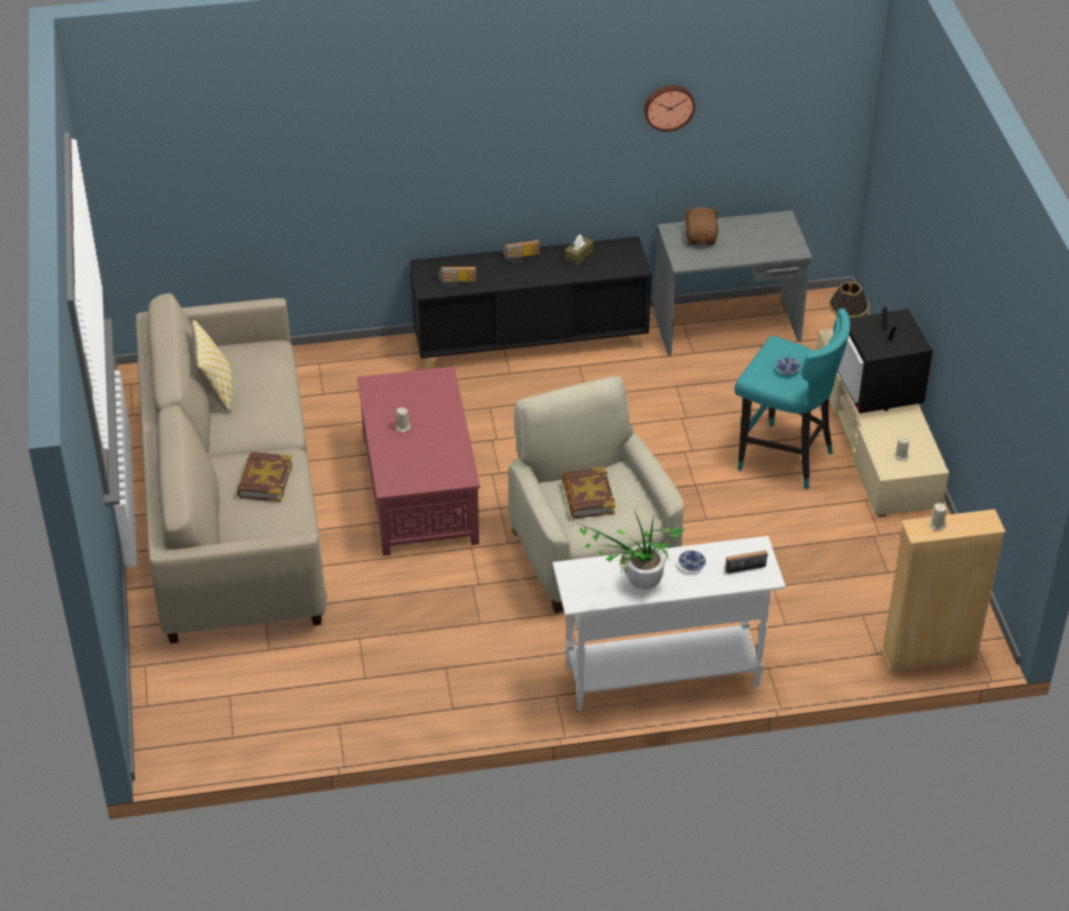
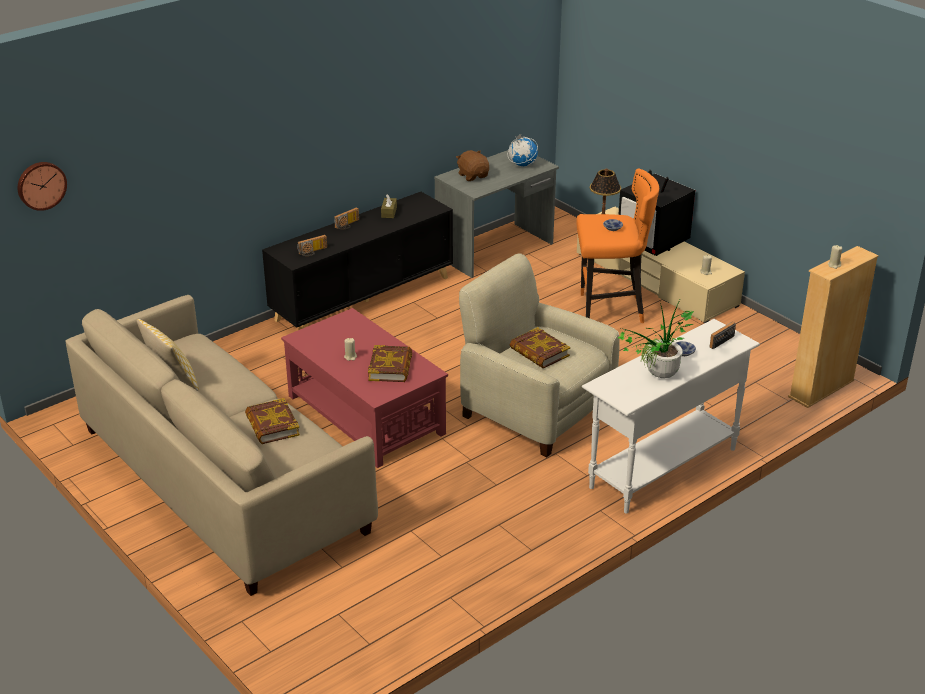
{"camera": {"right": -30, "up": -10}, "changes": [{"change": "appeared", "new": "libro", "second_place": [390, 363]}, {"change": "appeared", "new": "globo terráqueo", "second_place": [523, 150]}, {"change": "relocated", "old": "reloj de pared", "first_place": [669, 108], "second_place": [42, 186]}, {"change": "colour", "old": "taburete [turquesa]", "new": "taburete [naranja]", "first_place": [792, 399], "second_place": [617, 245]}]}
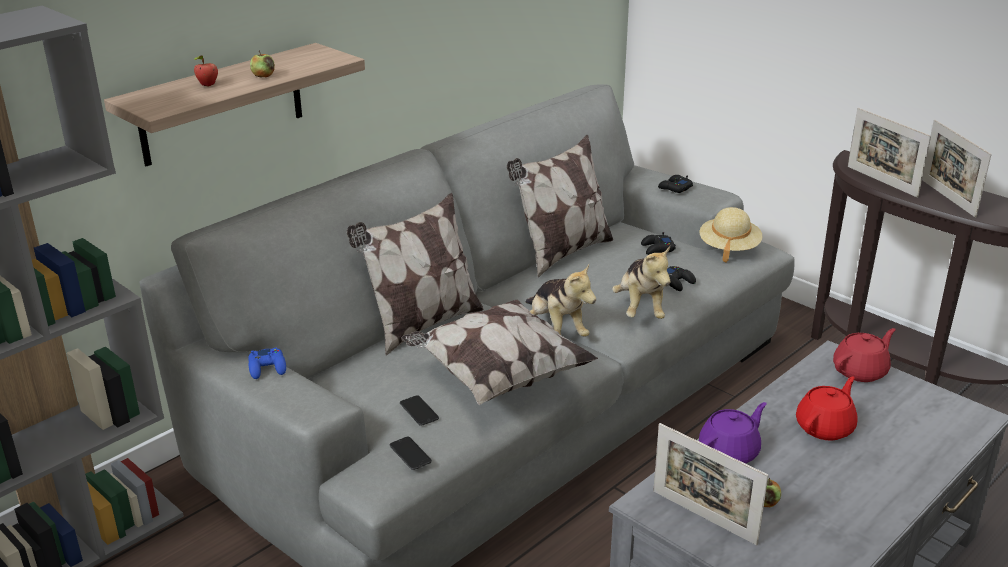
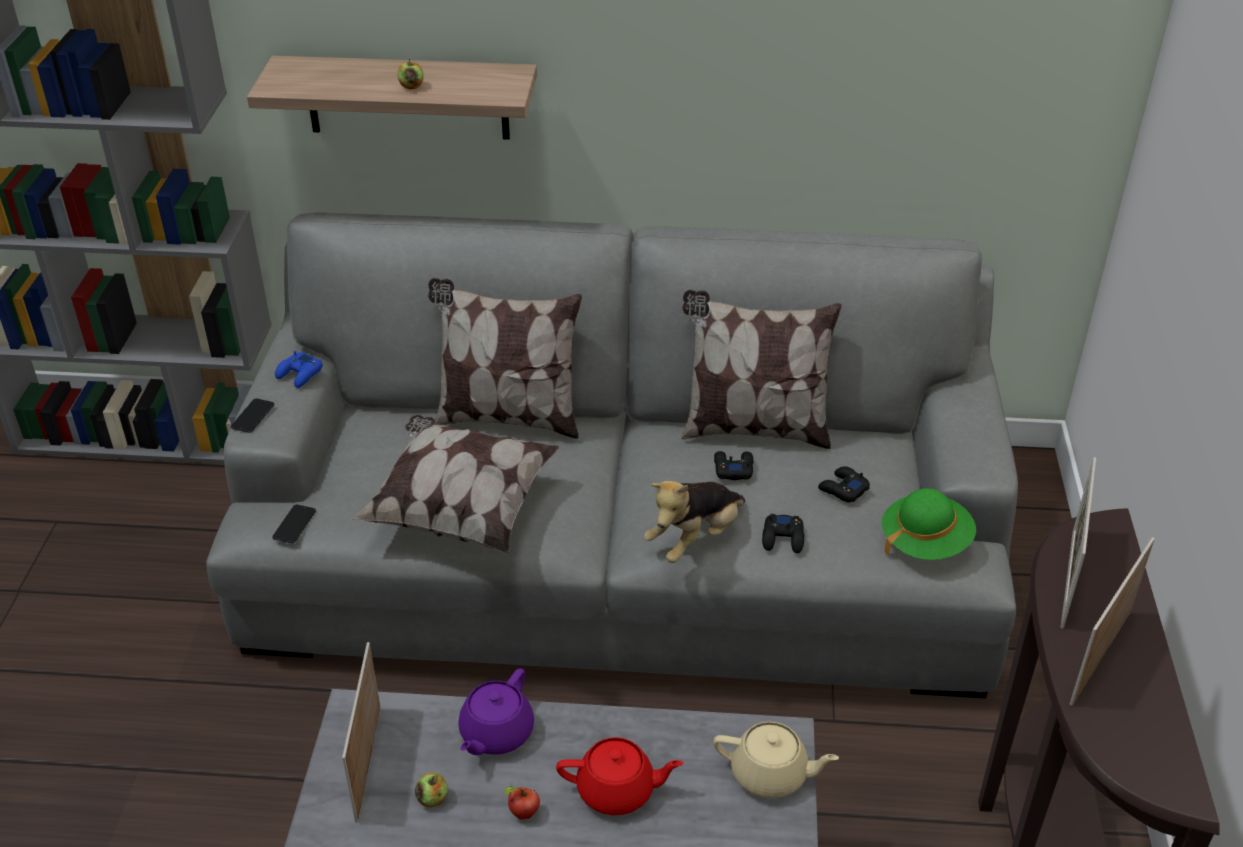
{"camera": {"right": 50, "up": 10}, "changes": [{"change": "missing", "old": "peluche", "first_place": [560, 300]}, {"change": "relocated", "old": "manzana", "first_place": [206, 71], "second_place": [521, 803]}, {"change": "relocated", "old": "móvil", "first_place": [419, 410], "second_place": [252, 416]}, {"change": "relocated", "old": "mando de consola [negro]", "first_place": [675, 184], "second_place": [734, 465]}, {"change": "colour", "old": "sombrero [beis]", "new": "sombrero [verde]", "first_place": [731, 235], "second_place": [929, 524]}, {"change": "colour", "old": "tetera [rojo]", "new": "tetera [beis]", "first_place": [864, 355], "second_place": [776, 760]}, {"change": "spun", "old": "tetera [morado]", "first_place": [733, 433], "second_place": [496, 711], "degrees": 105}]}
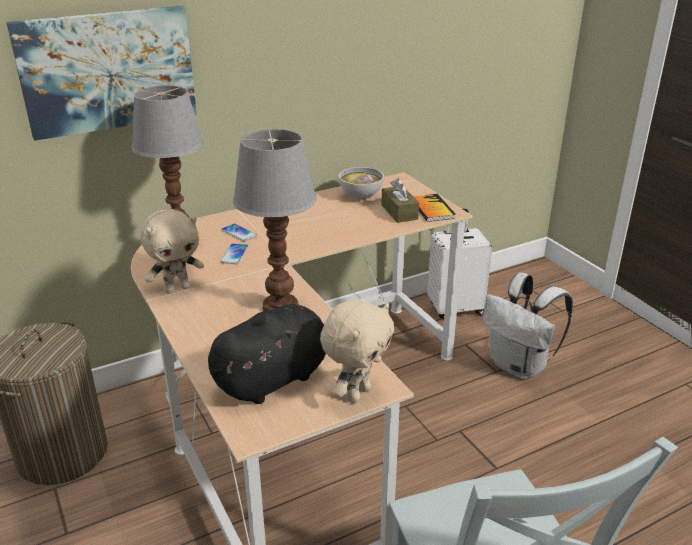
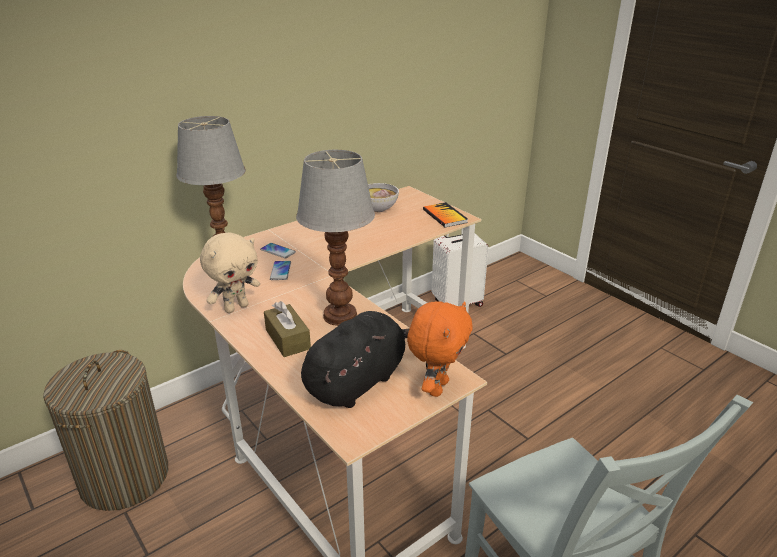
{"camera": {"right": -10, "up": 0}, "changes": [{"change": "missing", "old": "cuadro", "first_place": [101, 73]}, {"change": "missing", "old": "mochila [blanco]", "first_place": [527, 326]}, {"change": "relocated", "old": "caja de pañuelos [marrón]", "first_place": [400, 200], "second_place": [287, 329]}, {"change": "colour", "old": "peluche [beis]", "new": "peluche [naranja]", "first_place": [357, 351], "second_place": [440, 349]}]}
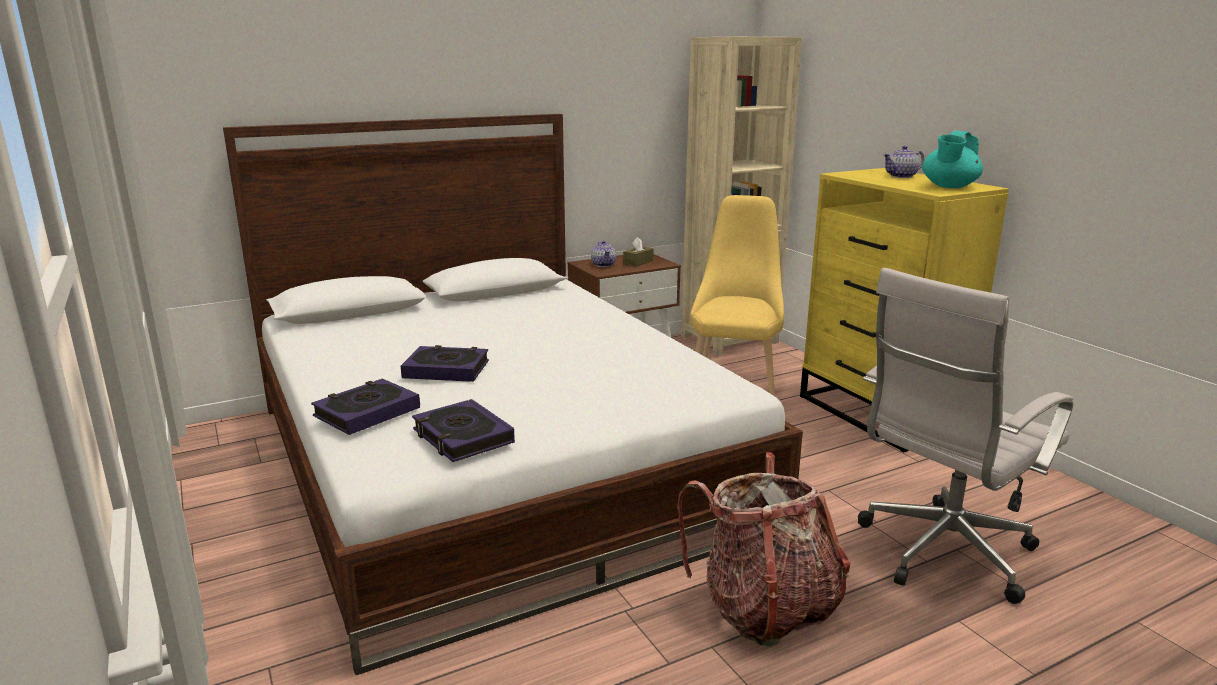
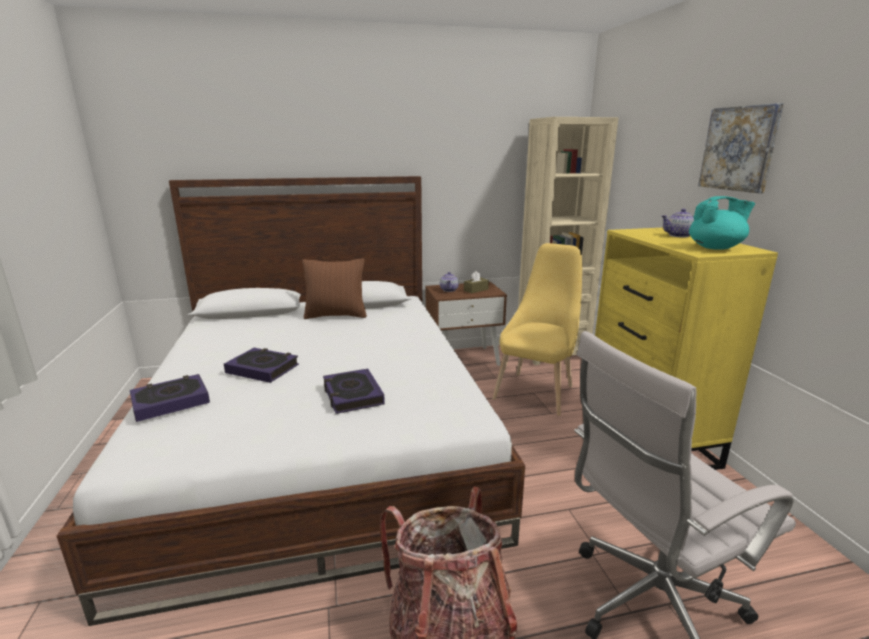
{"camera": {"right": 15, "up": 0}, "changes": [{"change": "appeared", "new": "cojín [marrón]", "second_place": [334, 288]}, {"change": "appeared", "new": "cuadro", "second_place": [741, 148]}, {"change": "relocated", "old": "libro", "first_place": [463, 430], "second_place": [354, 391]}, {"change": "spun", "old": "tetera [turquesa]", "first_place": [952, 159], "second_place": [722, 223], "degrees": -150}]}
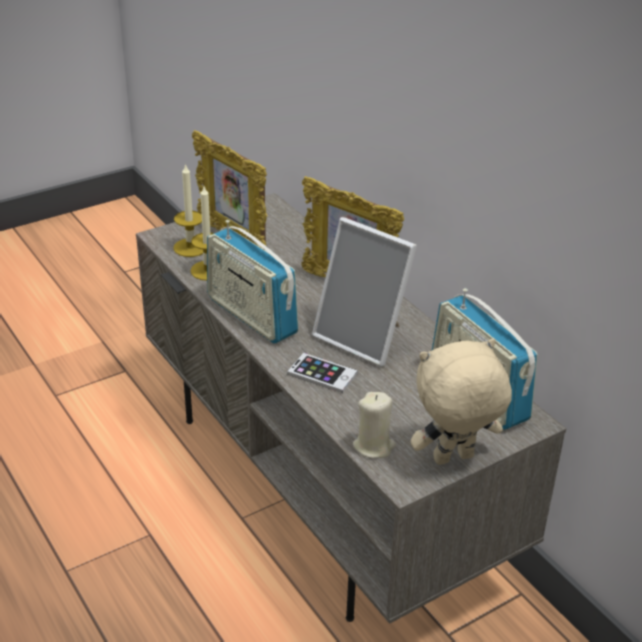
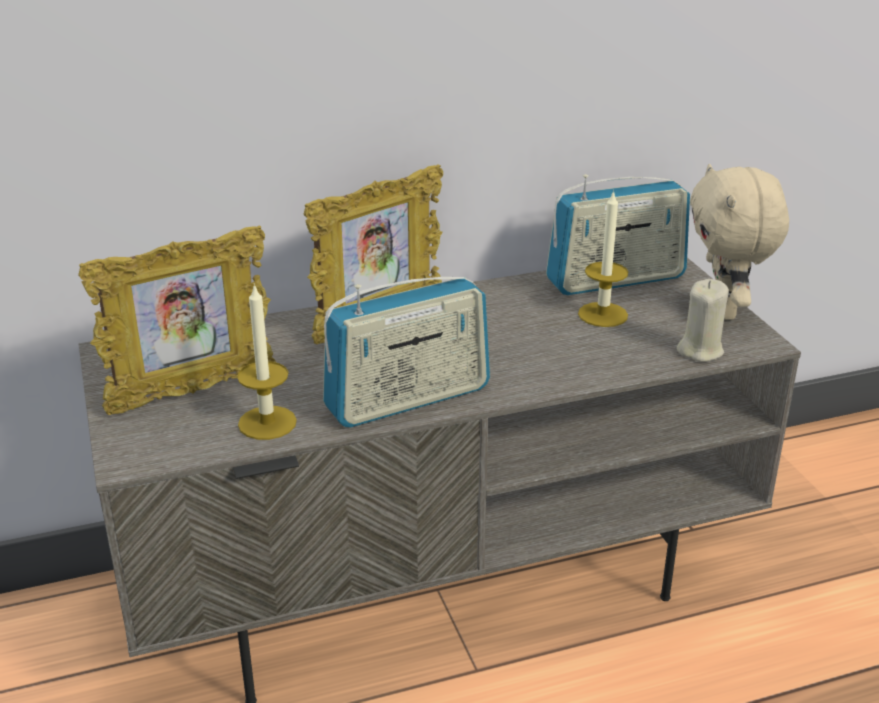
{"camera": {"right": -75, "up": -5}, "changes": [{"change": "missing", "old": "móvil", "first_place": [322, 373]}, {"change": "missing", "old": "portarretratos", "first_place": [364, 292]}, {"change": "relocated", "old": "vela", "first_place": [188, 210], "second_place": [603, 258]}]}
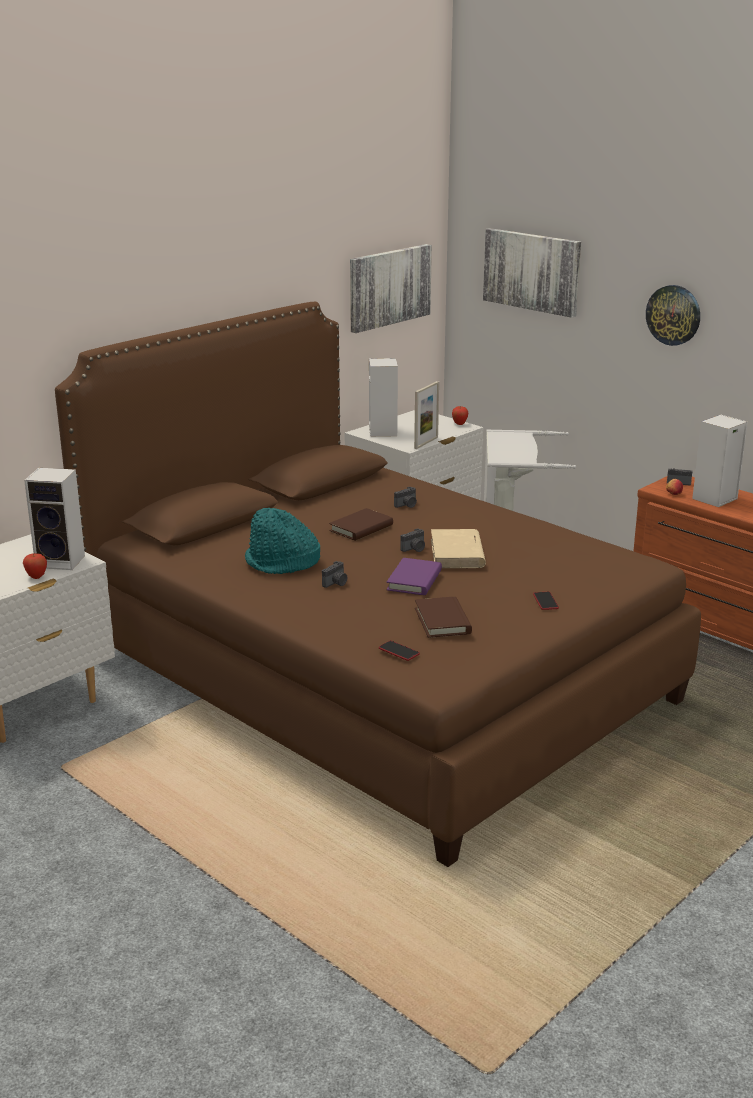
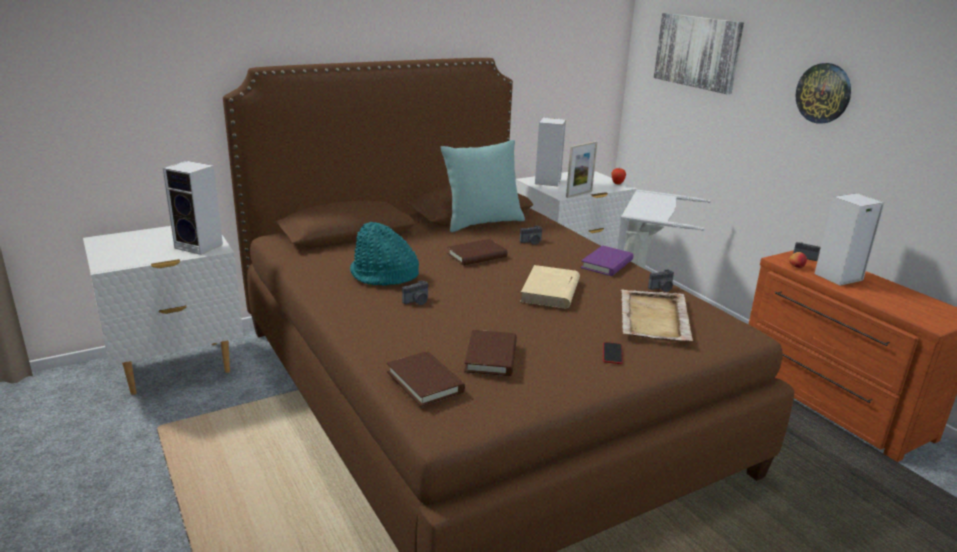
{"camera": {"right": 15, "up": 0}, "changes": [{"change": "missing", "old": "manzana", "first_place": [35, 566]}, {"change": "missing", "old": "cuadro", "first_place": [391, 288]}, {"change": "appeared", "new": "cojín [turquesa]", "second_place": [483, 186]}, {"change": "appeared", "new": "bandeja [beis]", "second_place": [657, 315]}, {"change": "relocated", "old": "libro [morado]", "first_place": [414, 576], "second_place": [606, 260]}, {"change": "relocated", "old": "cámara", "first_place": [412, 540], "second_place": [661, 280]}, {"change": "exchanged", "old": "móvil", "new": "libro [marrón]", "first_place": [399, 651], "second_place": [426, 379]}]}
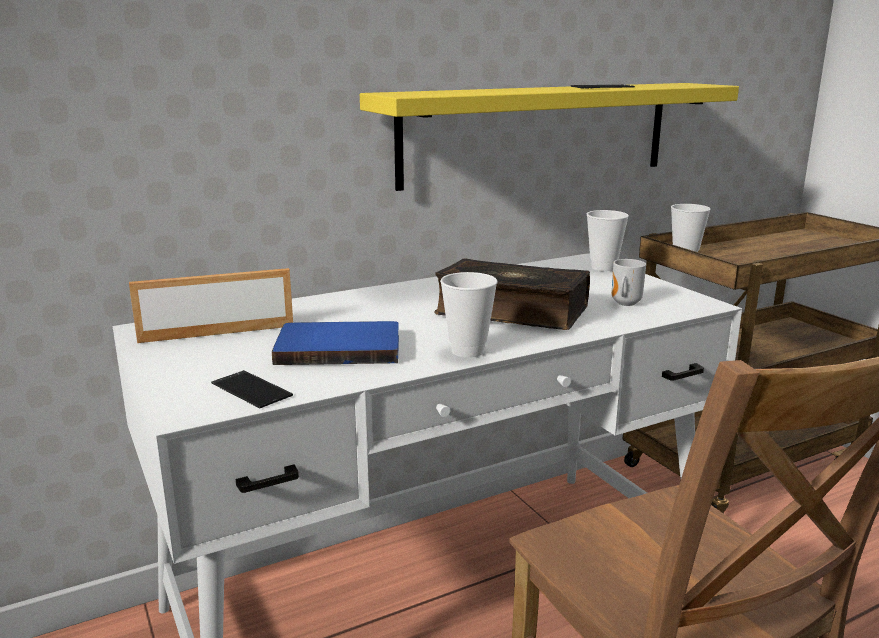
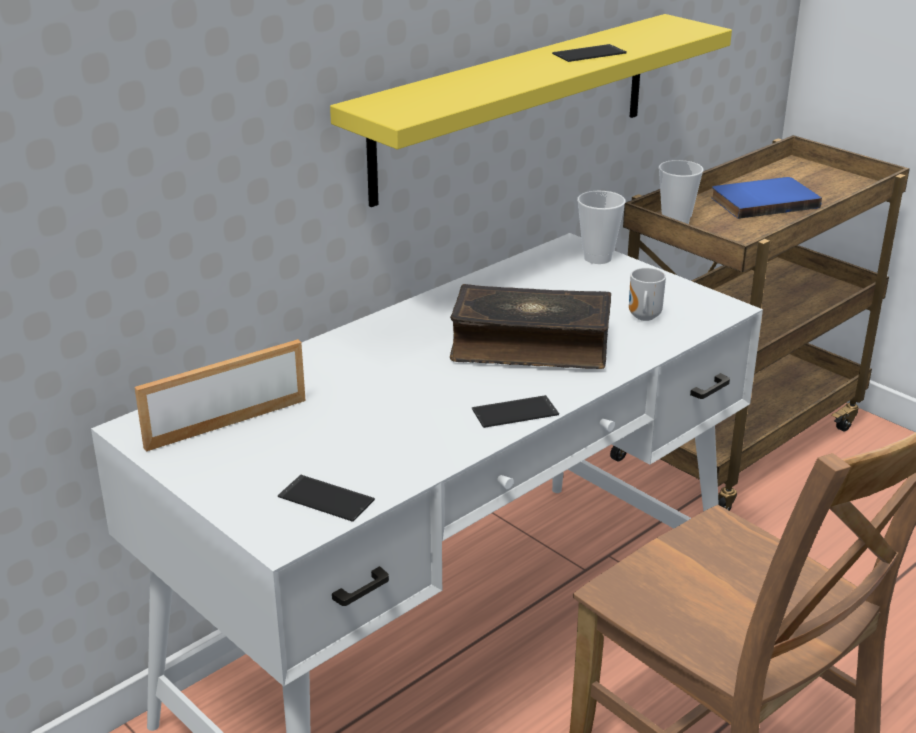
{"camera": {"right": -15, "up": 10}, "changes": [{"change": "relocated", "old": "libro [azul]", "first_place": [335, 343], "second_place": [766, 198]}, {"change": "exchanged", "old": "taza", "new": "móvil", "first_place": [468, 315], "second_place": [515, 411]}]}
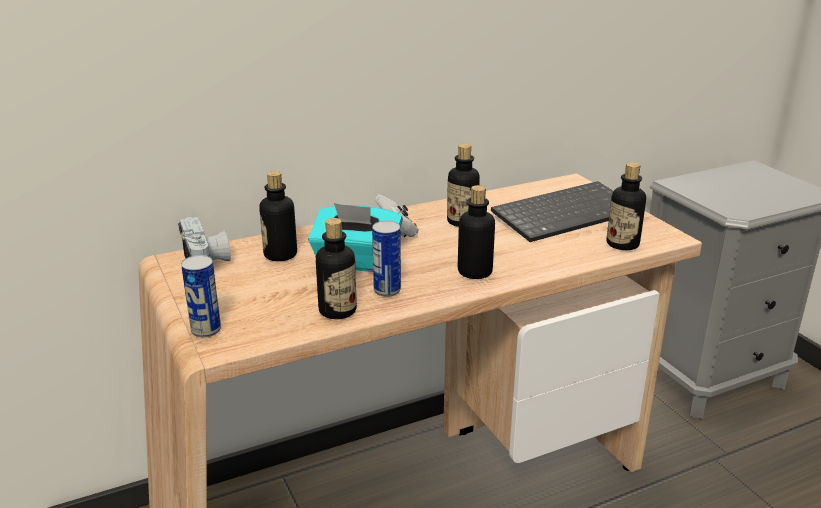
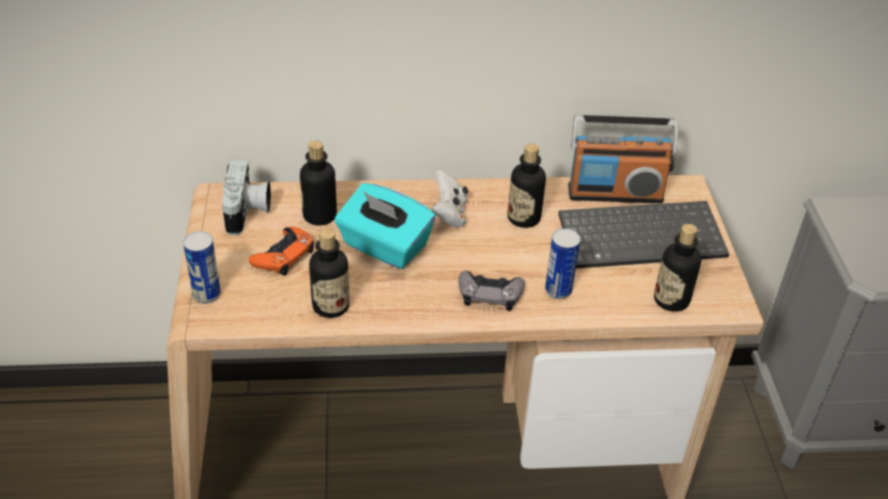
{"camera": {"right": 20, "up": 15}, "changes": [{"change": "appeared", "new": "mando de consola [naranja]", "second_place": [281, 251]}, {"change": "appeared", "new": "radio", "second_place": [623, 159]}, {"change": "relocated", "old": "lata", "first_place": [386, 259], "second_place": [562, 264]}, {"change": "exchanged", "old": "botella", "new": "mando de consola [gris]", "first_place": [476, 232], "second_place": [491, 291]}]}
